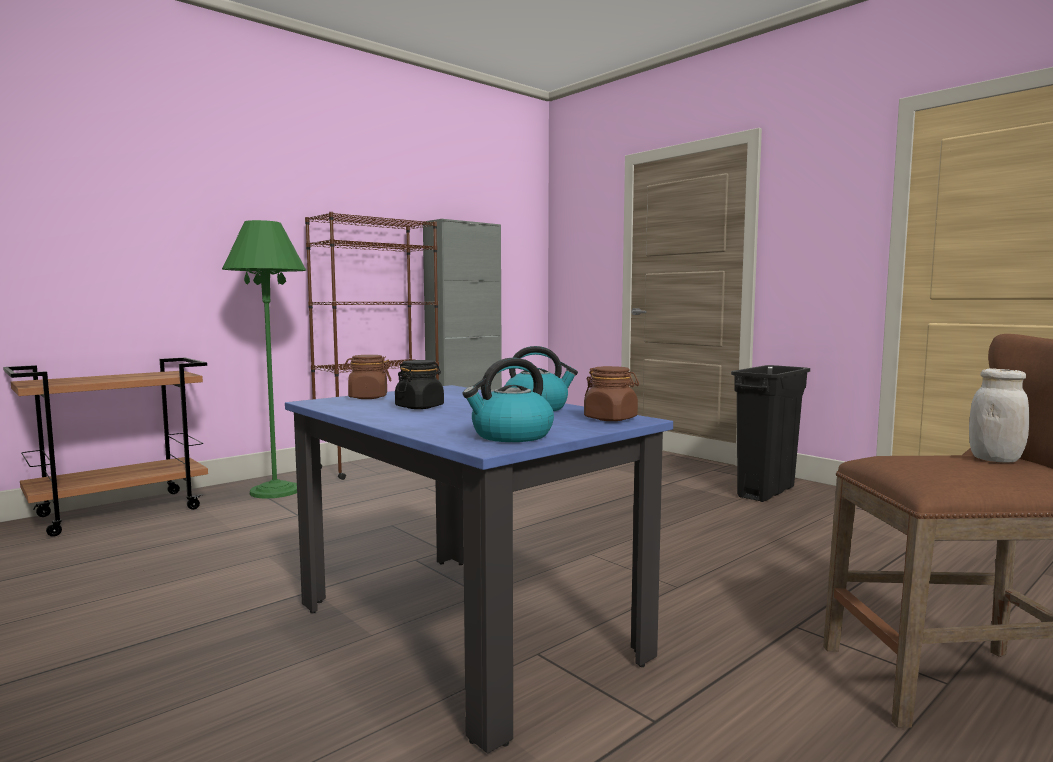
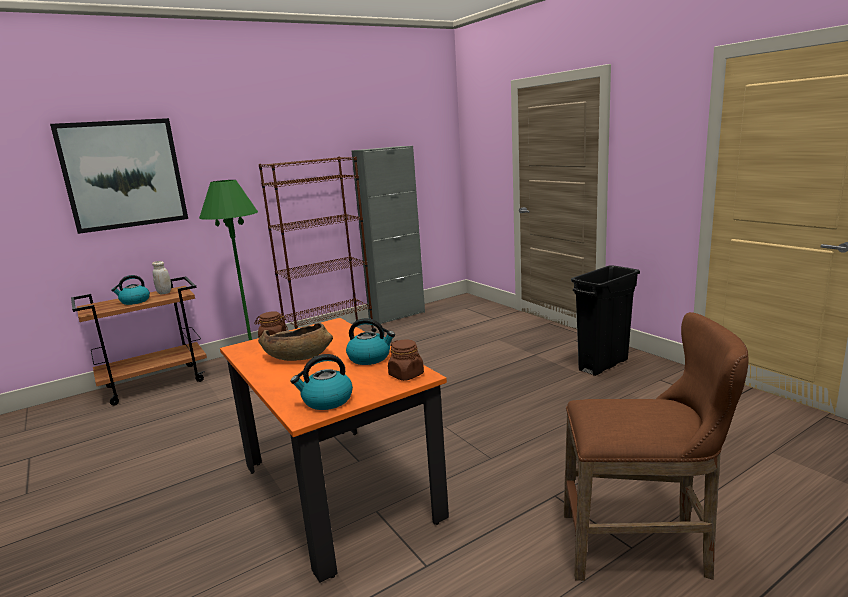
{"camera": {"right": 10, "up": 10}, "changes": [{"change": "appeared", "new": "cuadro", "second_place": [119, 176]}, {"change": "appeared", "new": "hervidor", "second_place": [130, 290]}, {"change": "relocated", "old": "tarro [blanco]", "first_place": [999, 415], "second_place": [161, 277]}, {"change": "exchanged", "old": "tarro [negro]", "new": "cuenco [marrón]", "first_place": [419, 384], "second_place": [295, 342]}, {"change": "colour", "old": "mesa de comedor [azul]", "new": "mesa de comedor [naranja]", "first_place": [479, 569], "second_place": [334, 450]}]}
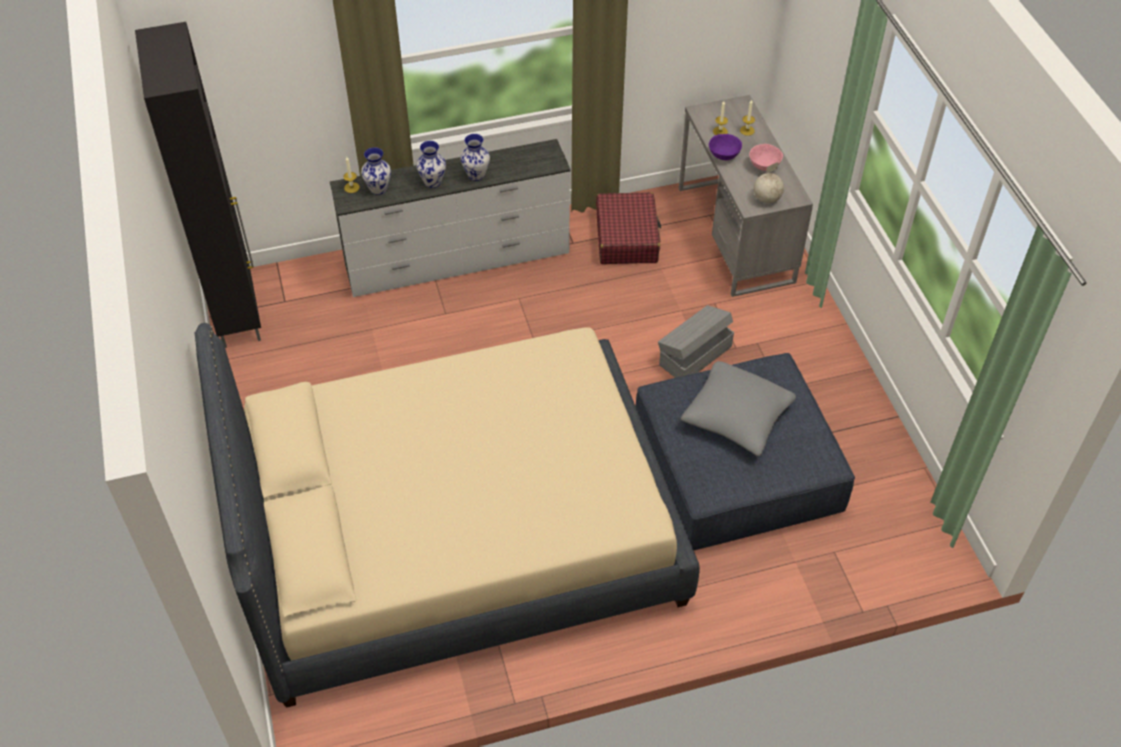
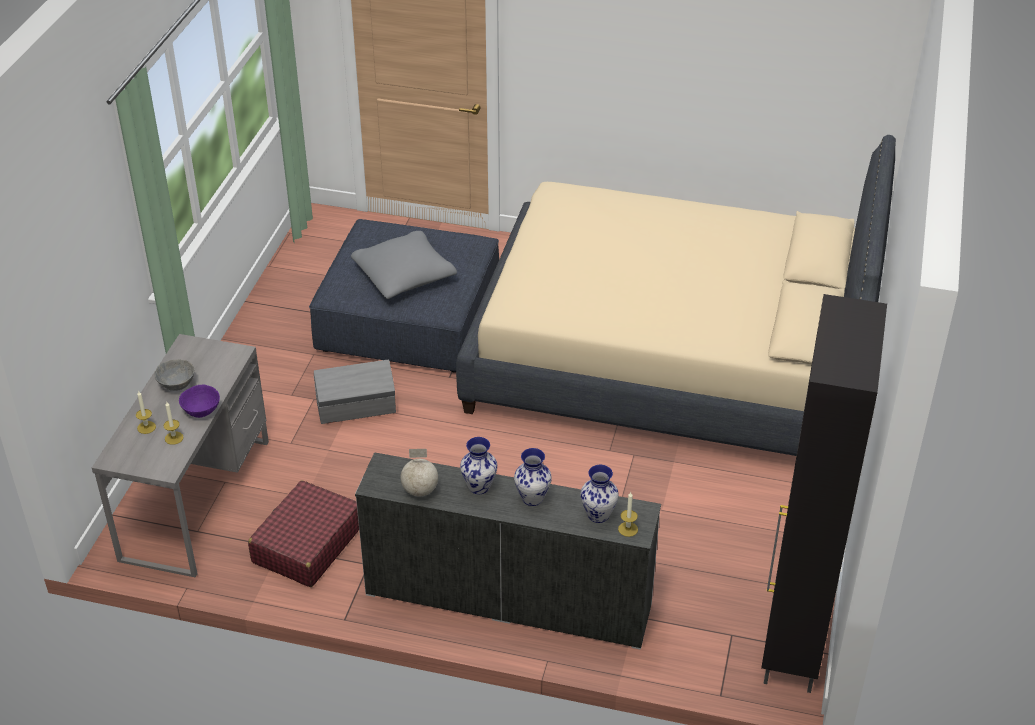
{"camera": {"right": -150, "up": -10}, "changes": [{"change": "relocated", "old": "globo terráqueo", "first_place": [769, 182], "second_place": [419, 472]}, {"change": "colour", "old": "cuenco [rosa]", "new": "cuenco [gris]", "first_place": [766, 157], "second_place": [174, 375]}]}
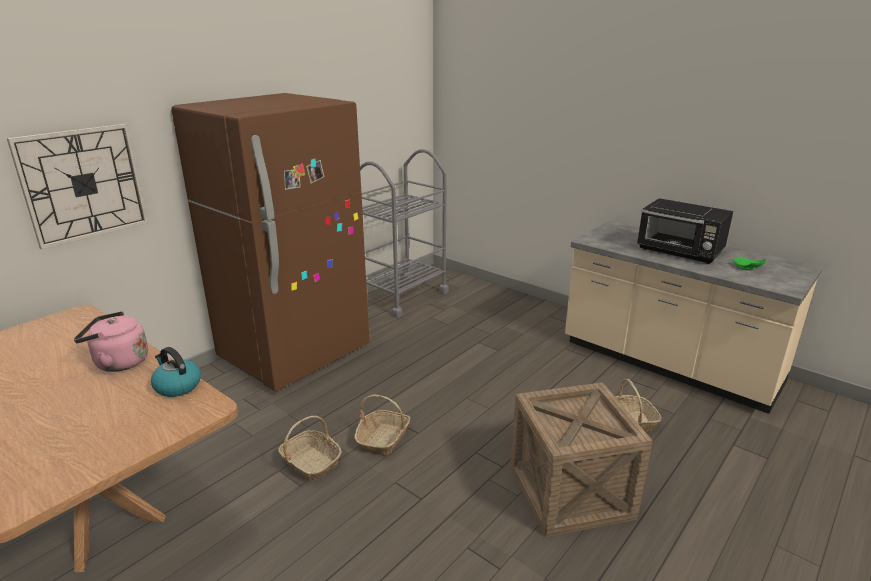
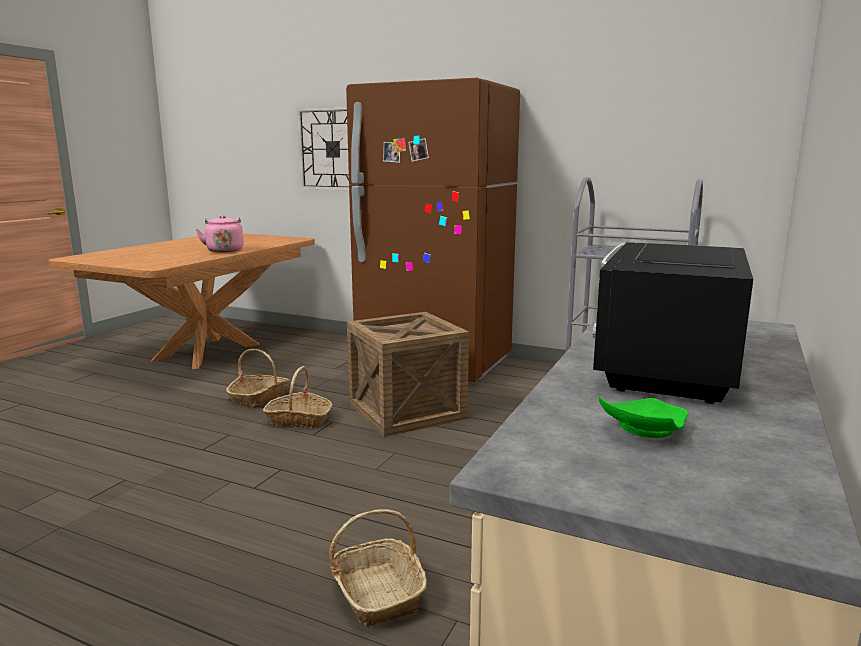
{"camera": {"right": 75, "up": -10}, "changes": [{"change": "missing", "old": "hervidor", "first_place": [176, 372]}, {"change": "relocated", "old": "caja de embalaje", "first_place": [582, 459], "second_place": [408, 374]}]}
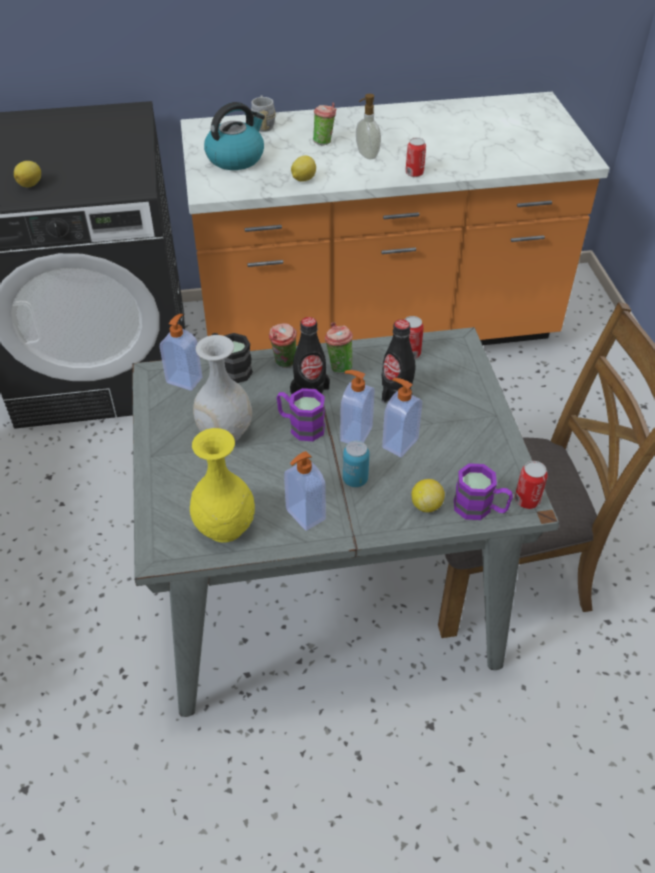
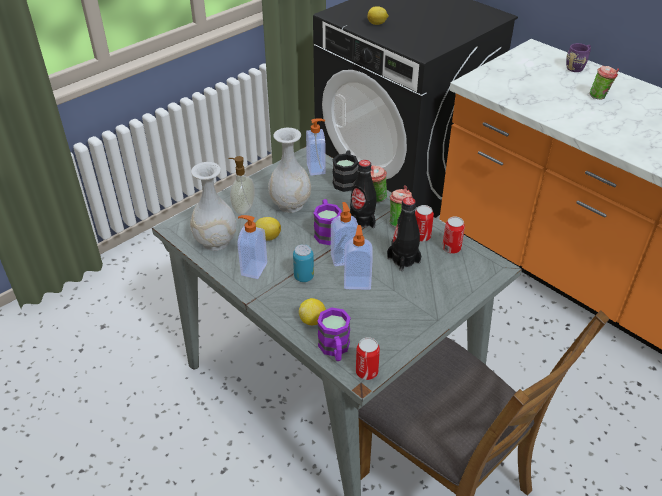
{"camera": {"right": 55, "up": -5}, "changes": [{"change": "missing", "old": "hervidor", "first_place": [234, 136]}, {"change": "relocated", "old": "limón", "first_place": [303, 169], "second_place": [268, 229]}, {"change": "relocated", "old": "dispensador de jabón", "first_place": [368, 126], "second_place": [241, 185]}, {"change": "relocated", "old": "lata", "first_place": [415, 157], "second_place": [424, 223]}, {"change": "colour", "old": "florero [amarillo]", "new": "florero [blanco]", "first_place": [222, 485], "second_place": [213, 206]}, {"change": "colour", "old": "taza grande [gris]", "new": "taza grande [morado]", "first_place": [263, 114], "second_place": [578, 57]}]}
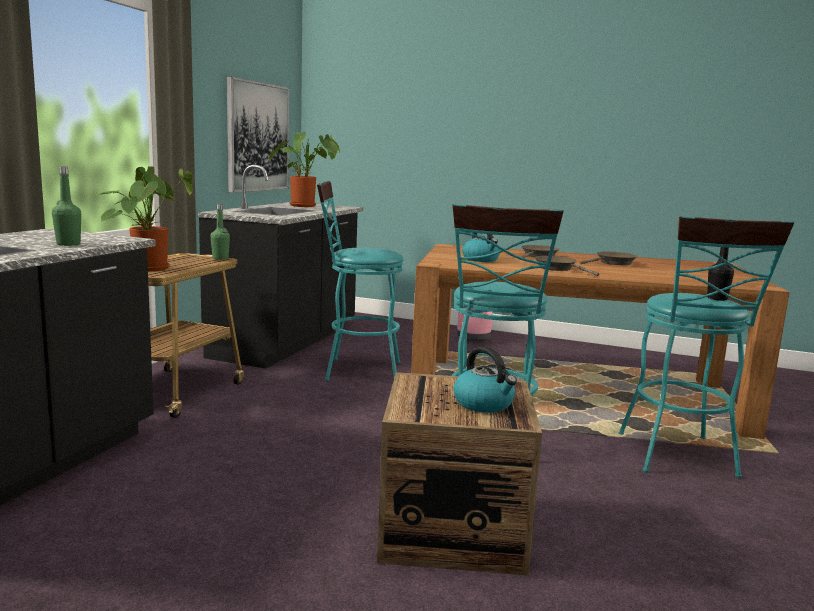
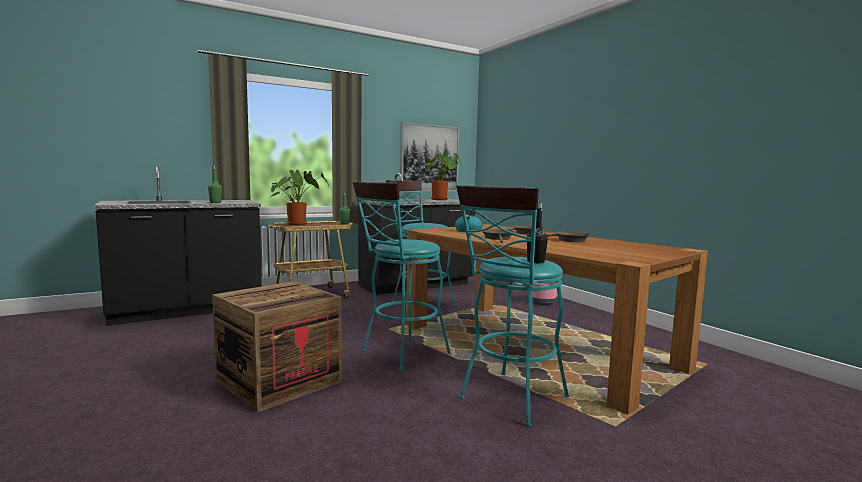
{"camera": {"right": 40, "up": -5}, "changes": [{"change": "missing", "old": "hervidor", "first_place": [485, 380]}]}
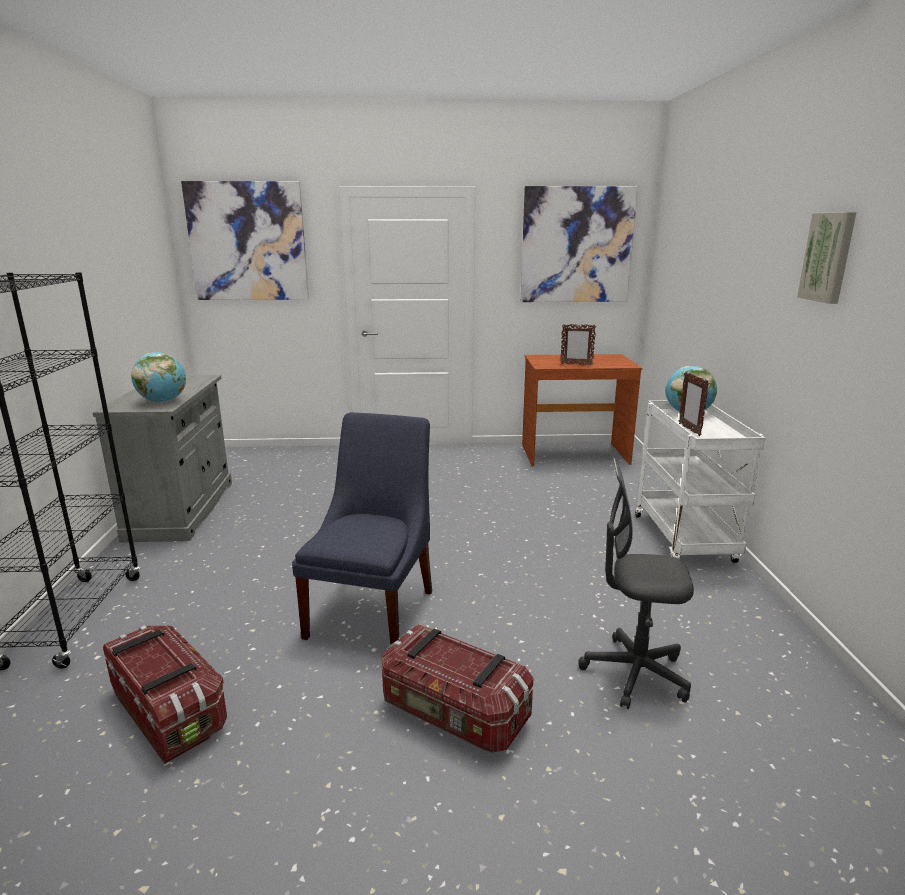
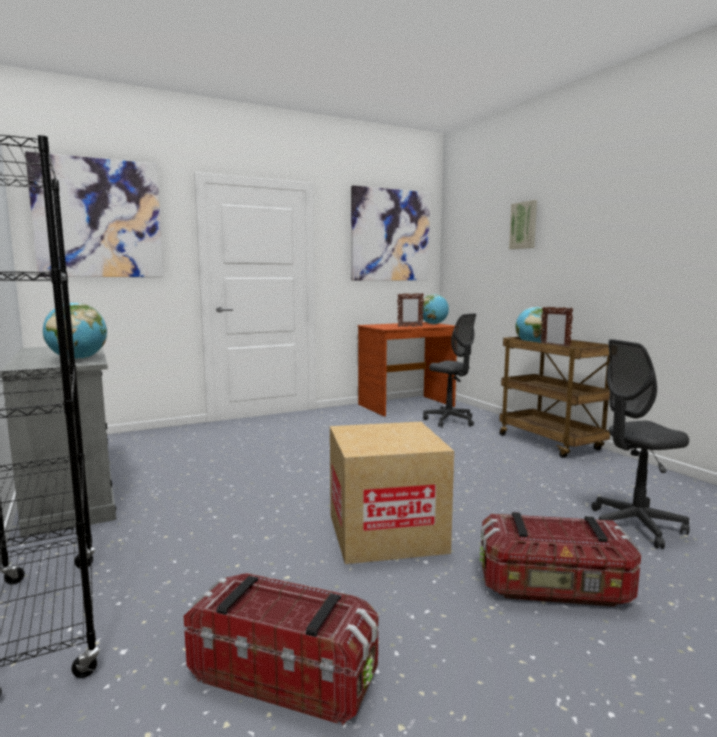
{"camera": {"right": -25, "up": -10}, "changes": [{"change": "appeared", "new": "globo terráqueo", "second_place": [434, 309]}, {"change": "appeared", "new": "silla de oficina [gris]", "second_place": [449, 370]}, {"change": "relocated", "old": "cuadro", "first_place": [826, 258], "second_place": [523, 224]}, {"change": "exchanged", "old": "silla [azul]", "new": "caja de cartón", "first_place": [362, 528], "second_place": [392, 493]}, {"change": "colour", "old": "carrito [blanco]", "new": "carrito [marrón]", "first_place": [700, 481], "second_place": [554, 397]}]}
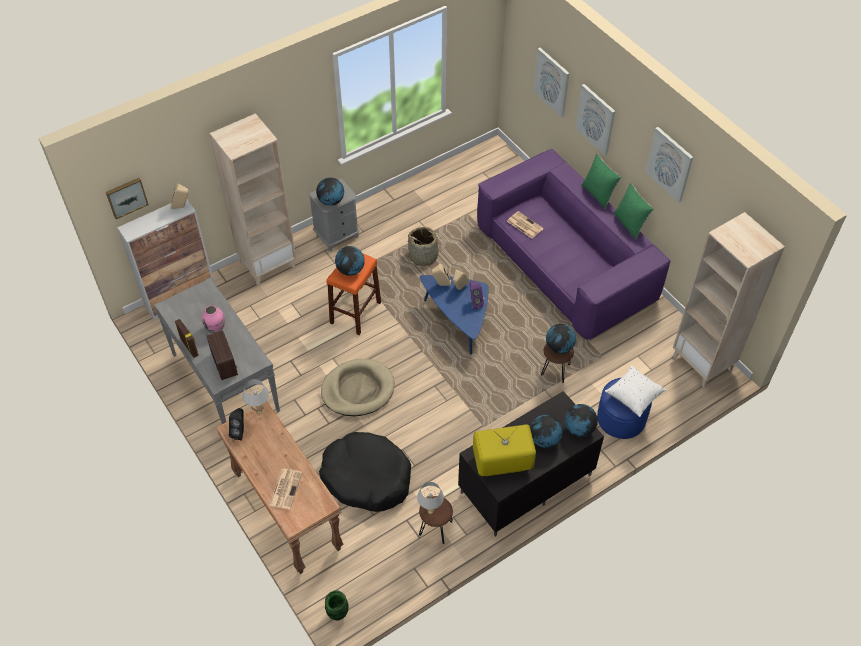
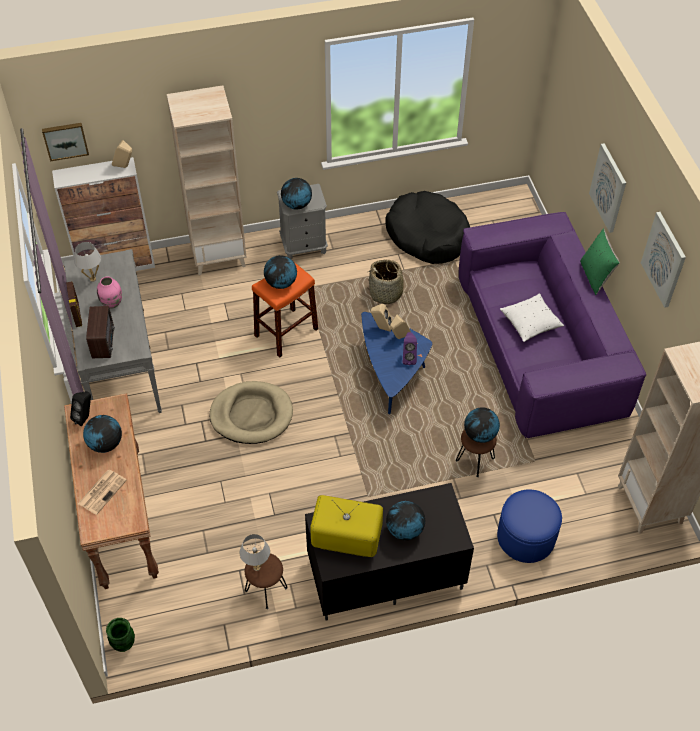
{"camera": {"right": 20, "up": 0}, "changes": [{"change": "missing", "old": "periódico", "first_place": [525, 224]}, {"change": "missing", "old": "cuadro", "first_place": [551, 82]}, {"change": "missing", "old": "cojín [verde]", "first_place": [634, 211]}, {"change": "relocated", "old": "lámpara de mesa [blanco]", "first_place": [256, 396], "second_place": [87, 262]}, {"change": "relocated", "old": "cama para perro [negro]", "first_place": [365, 472], "second_place": [427, 227]}, {"change": "relocated", "old": "globo terráqueo", "first_place": [581, 420], "second_place": [102, 434]}, {"change": "relocated", "old": "cojín [blanco]", "first_place": [635, 391], "second_place": [532, 317]}]}
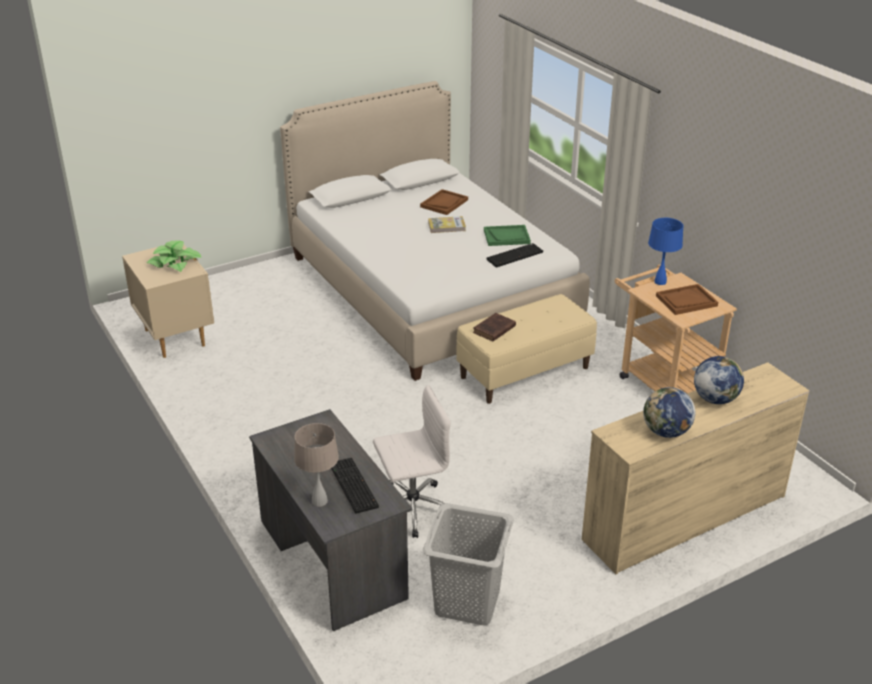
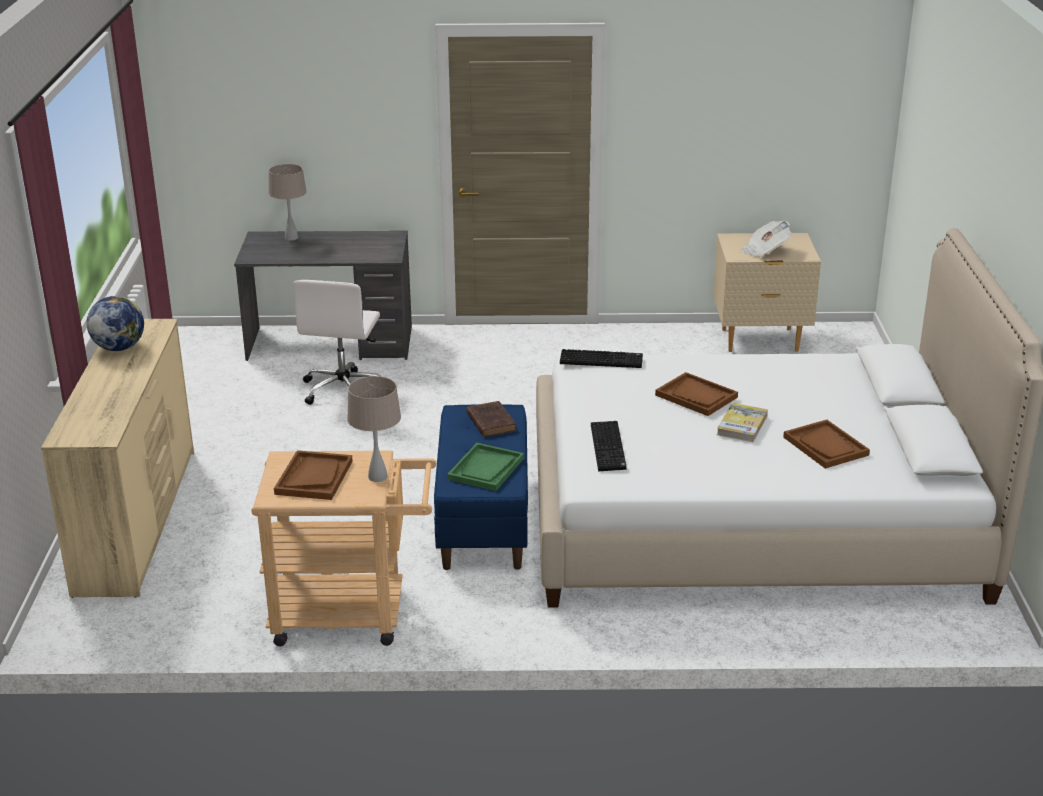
{"camera": {"right": 120, "up": -5}, "changes": [{"change": "missing", "old": "cesto de la ropa [gris]", "first_place": [468, 564]}, {"change": "missing", "old": "globo terráqueo", "first_place": [719, 380]}, {"change": "appeared", "new": "bandeja [marrón]", "second_place": [696, 394]}, {"change": "relocated", "old": "teclado", "first_place": [355, 485], "second_place": [601, 358]}, {"change": "relocated", "old": "bandeja [verde]", "first_place": [507, 235], "second_place": [485, 467]}, {"change": "exchanged", "old": "planta en maceta", "new": "periódico", "first_place": [174, 256], "second_place": [765, 239]}, {"change": "colour", "old": "banco [beis]", "new": "banco [azul]", "first_place": [526, 349], "second_place": [481, 487]}, {"change": "colour", "old": "lámpara de mesa [azul]", "new": "lámpara de mesa [beis]", "first_place": [666, 251], "second_place": [374, 429]}]}
